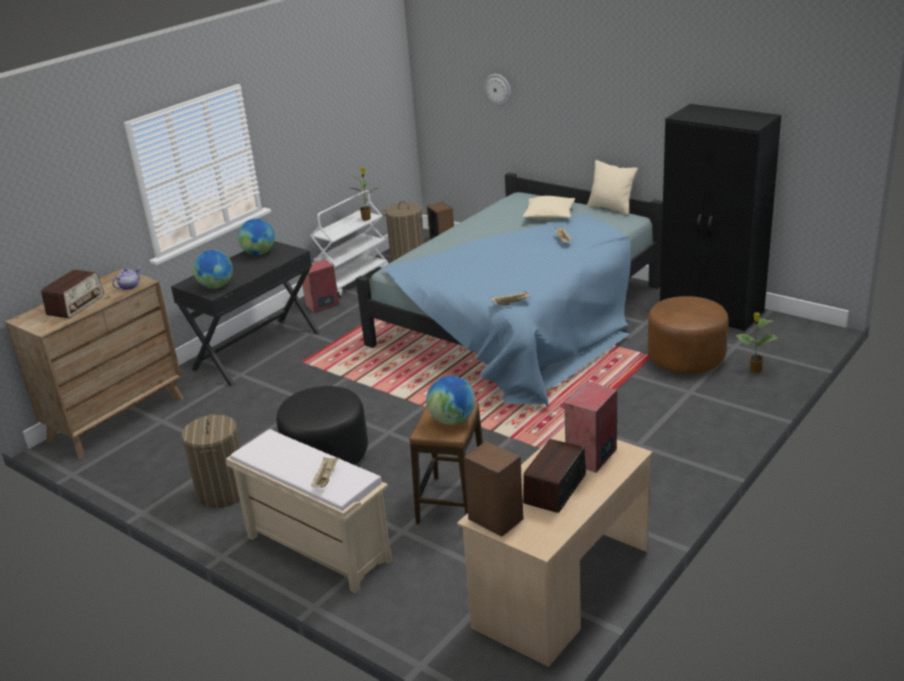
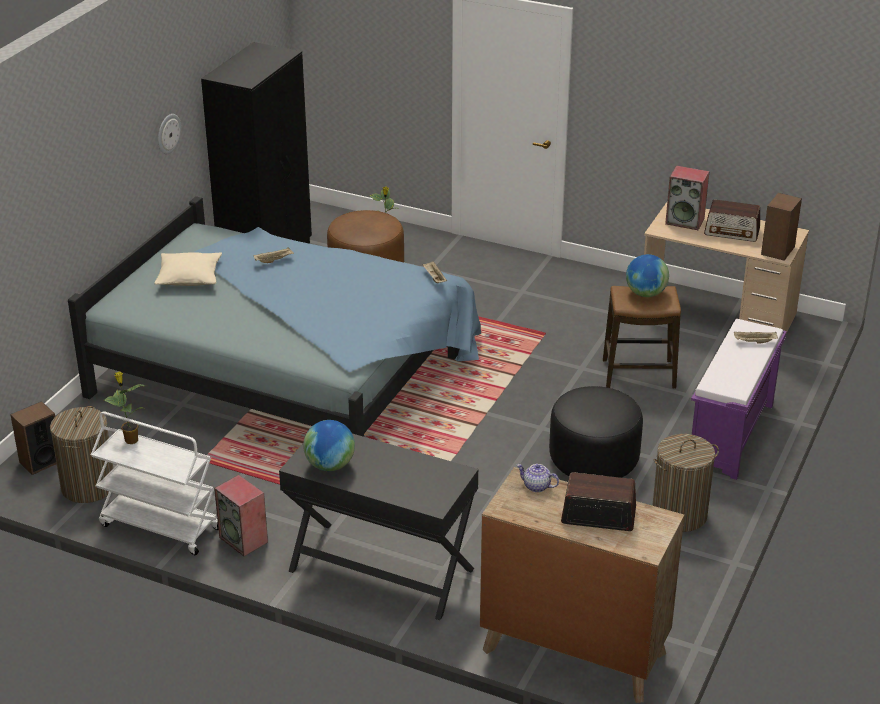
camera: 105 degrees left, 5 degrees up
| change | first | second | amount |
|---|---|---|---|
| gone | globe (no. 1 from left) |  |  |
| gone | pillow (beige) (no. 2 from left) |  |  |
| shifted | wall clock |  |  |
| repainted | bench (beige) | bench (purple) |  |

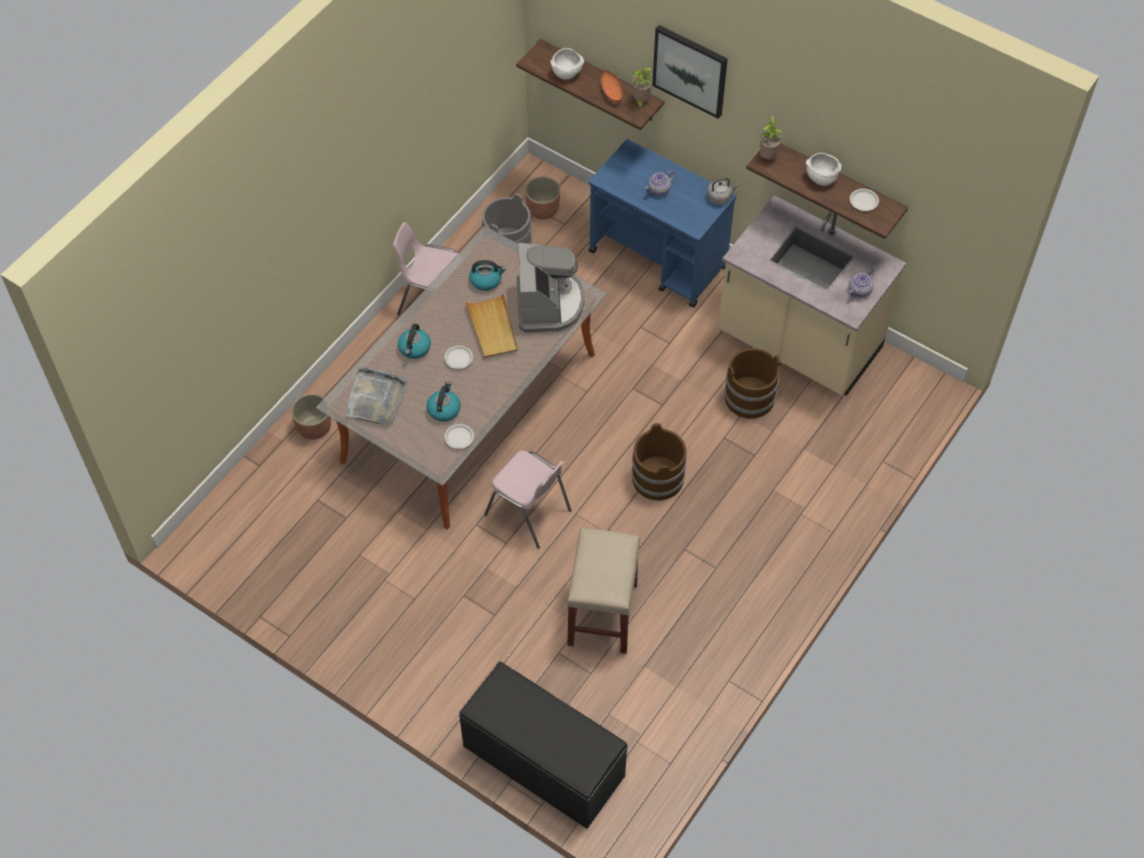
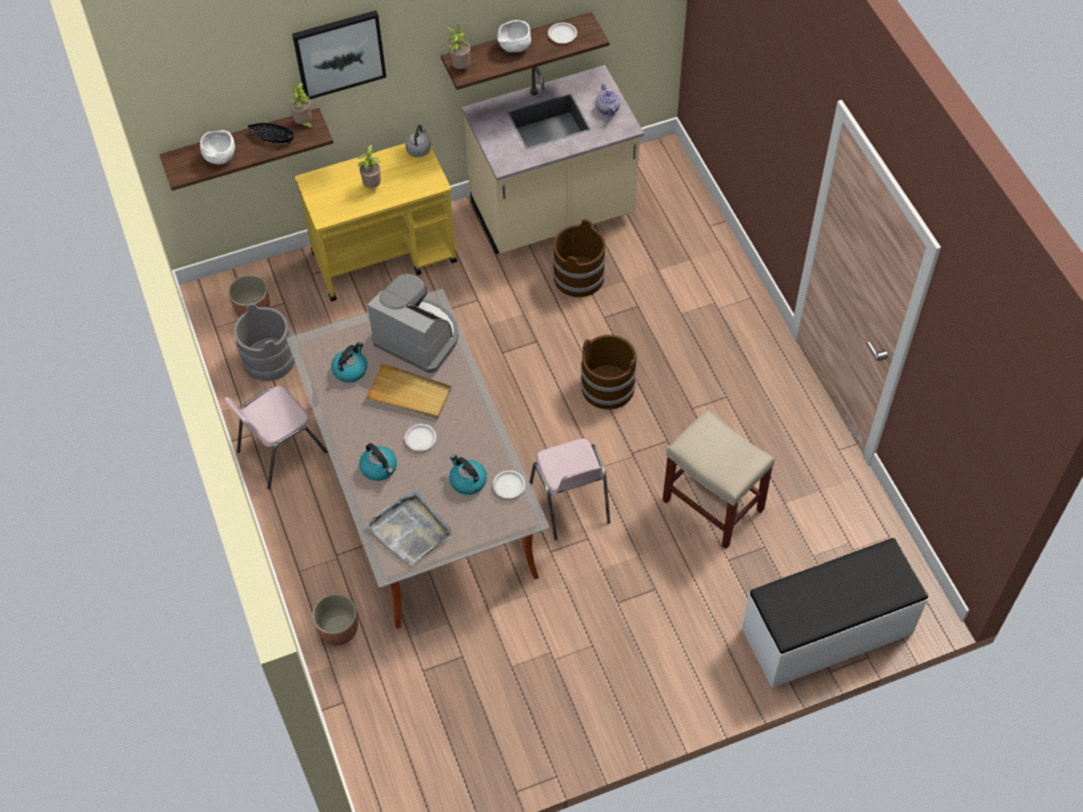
camera: 55 degrees left, 0 degrees up
| change | first | second | amount |
|---|---|---|---|
| swapped | teapot (no. 1 from left) | potted plant (no. 2 from left) |  |
| repainted | bench (black) | bench (white) |  |
| repainted | cart (blue) | cart (yellow) |  |
| repainted | bowl (orange) | bowl (black) |  |
| rotated | chair (pink) (no. 2 from left) |  | 90 degrees clockwise |

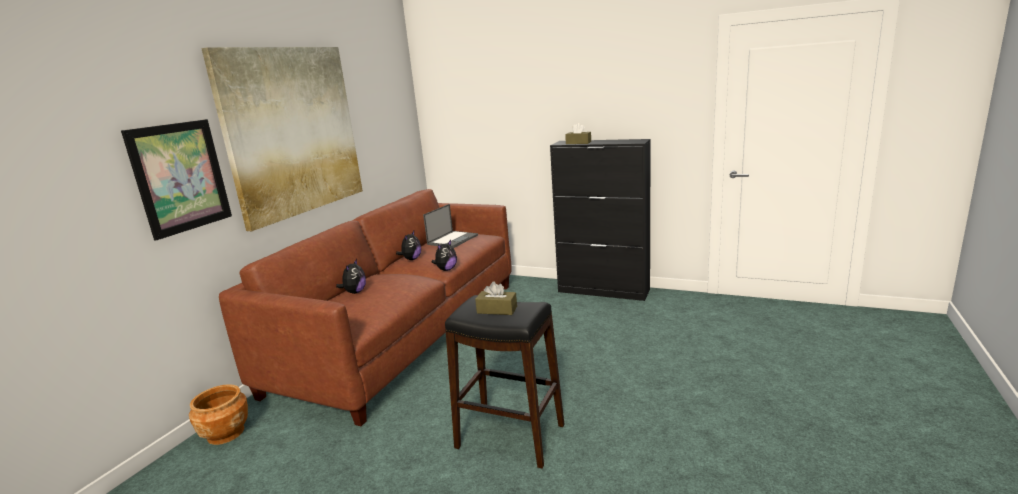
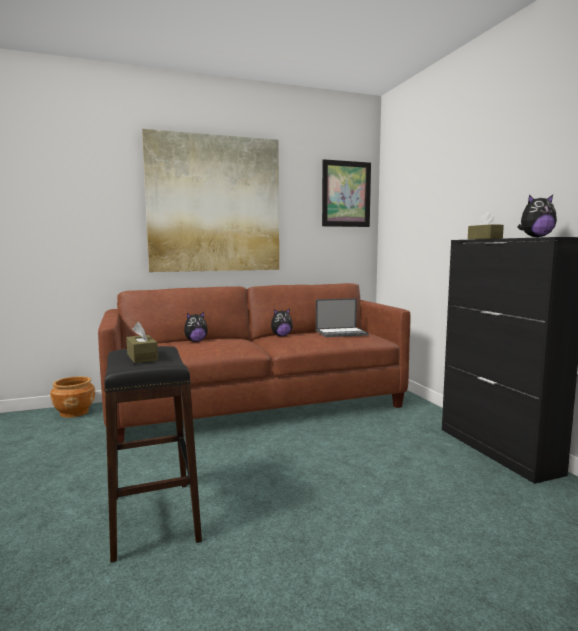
camera: 45 degrees right, 10 degrees down
| change | first | second | amount |
|---|---|---|---|
| shifted | picture (no. 1 from left in the first image) | picture (no. 2 from left) |  |
| shifted | plush toy (no. 3 from left) |  |  |

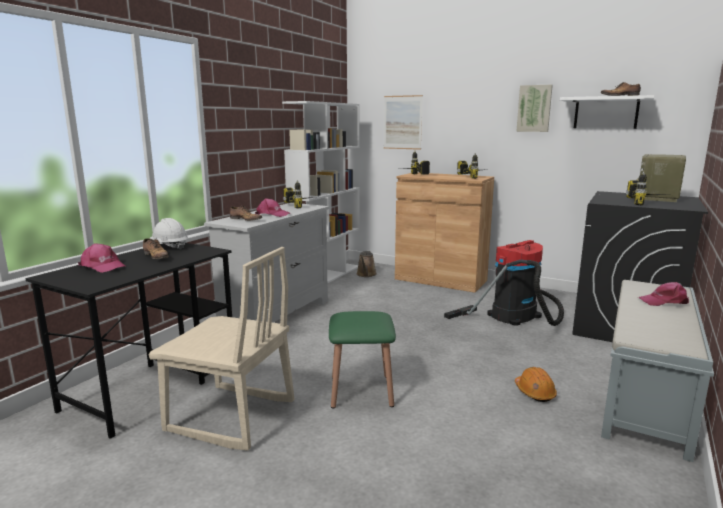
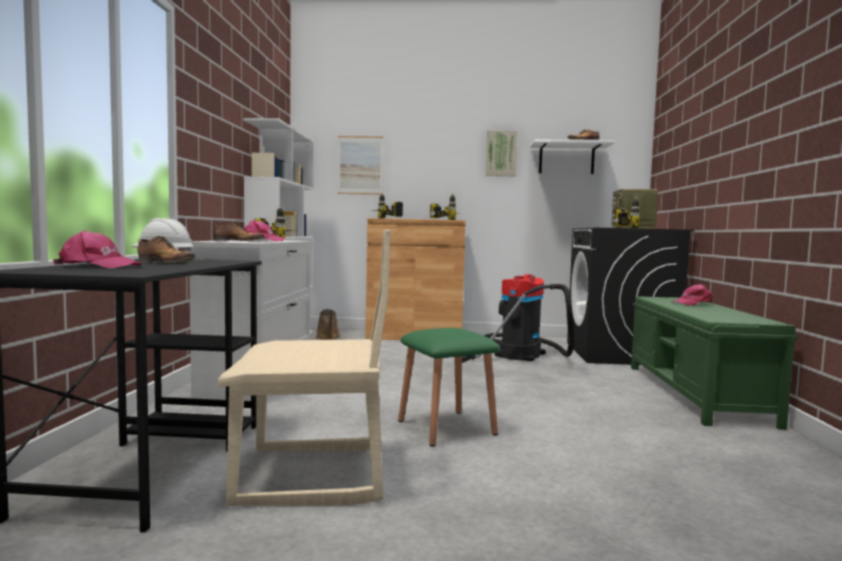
camera: 25 degrees left, 10 degrees down
| change | first | second | amount |
|---|---|---|---|
| gone | hard hat (orange) |  |  |
| repainted | bench (grey) | bench (green) |  |

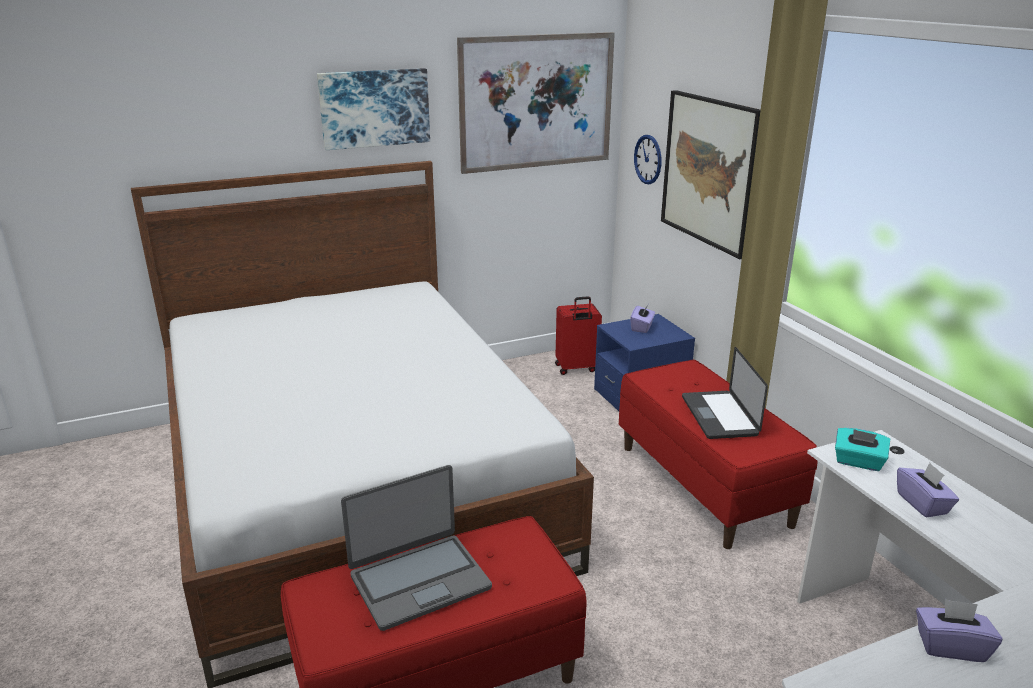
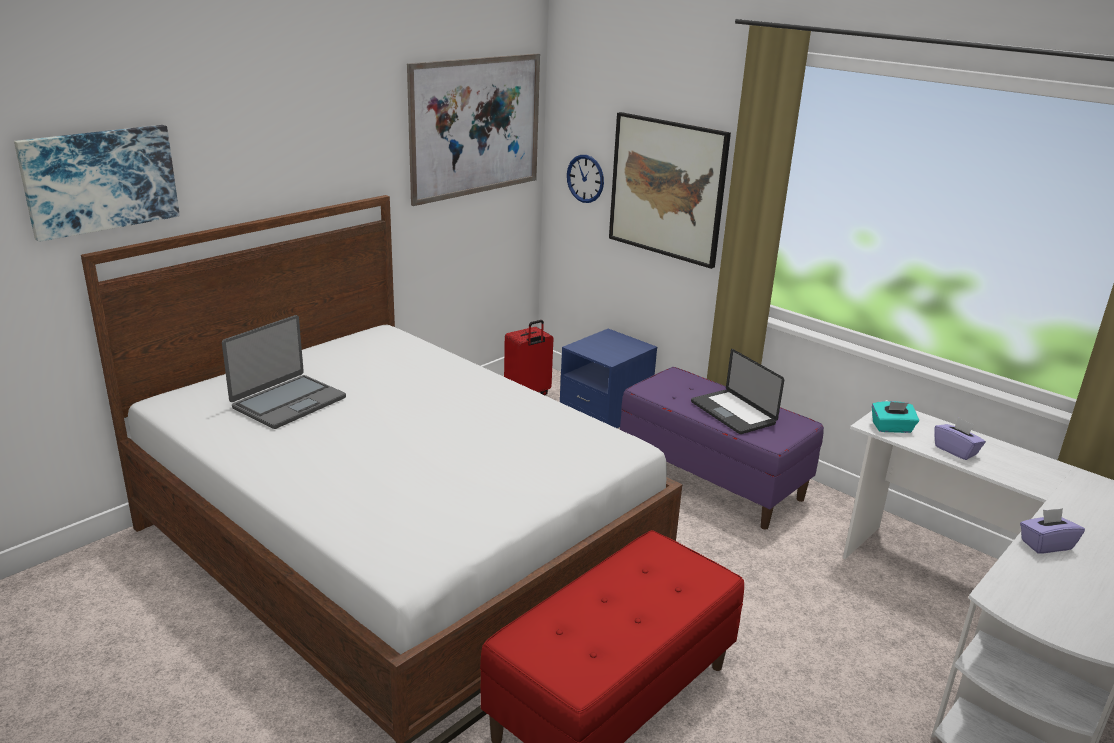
camera: 25 degrees left, 0 degrees up
| change | first | second | amount |
|---|---|---|---|
| gone | tissue box (purple) (no. 1 from left) |  |  |
| shifted | picture (no. 1 from left) |  |  |
| shifted | laptop (no. 1 from left) |  |  |
| repainted | bench (red) (no. 2 from left) | bench (purple) |  |

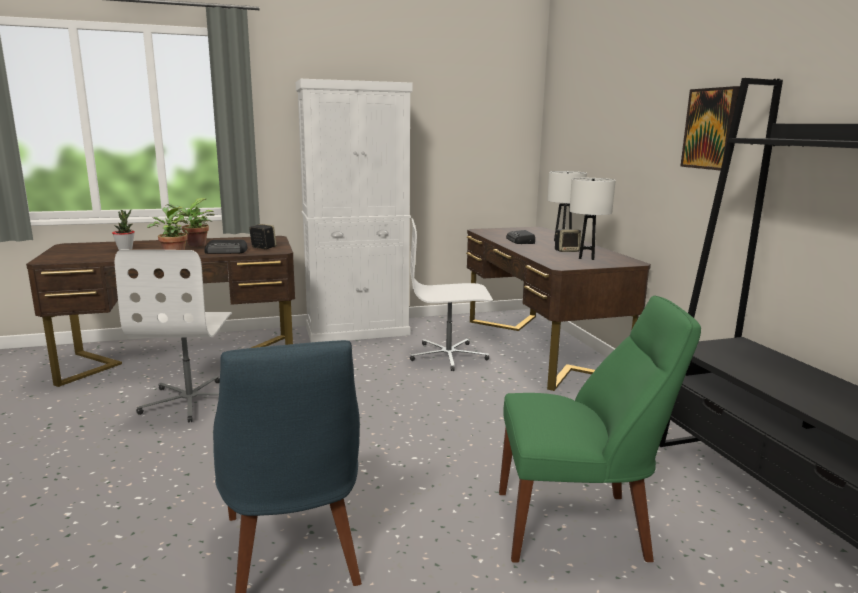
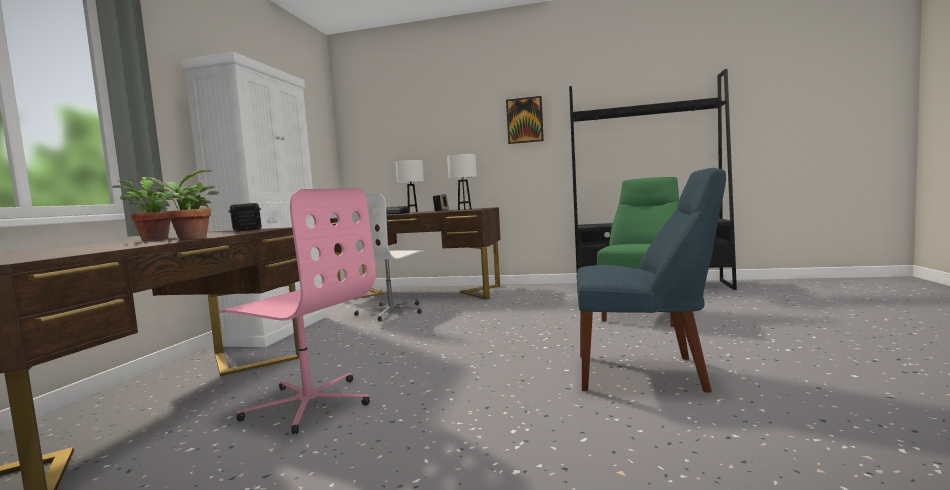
camera: 60 degrees left, 10 degrees down
| change | first | second | amount |
|---|---|---|---|
| gone | potted plant (no. 1 from left) |  |  |
| gone | radio (no. 1 from left) |  |  |
| repainted | office chair (white) (no. 1 from left) | office chair (pink) |  |

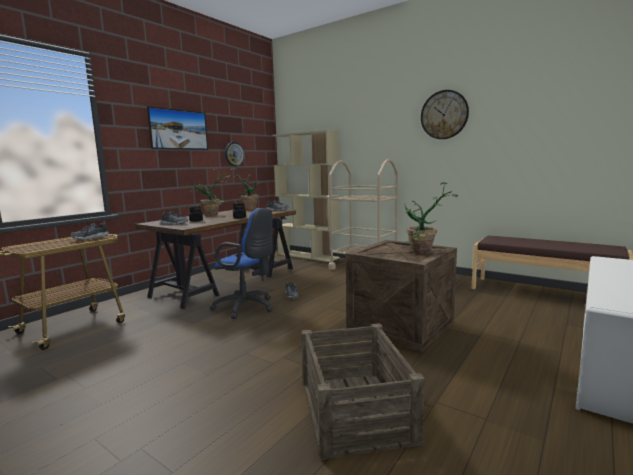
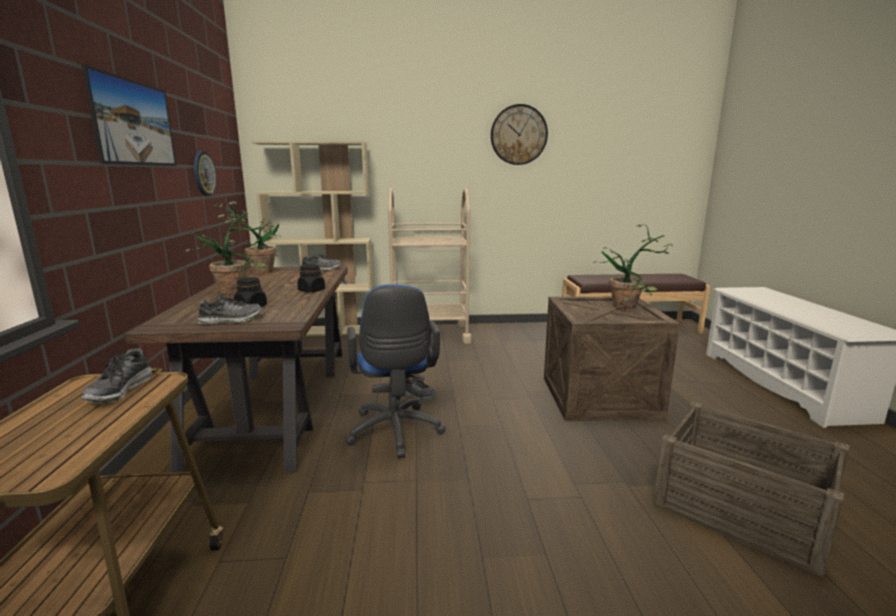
camera: 40 degrees left, 5 degrees up
| change | first | second | amount |
|---|---|---|---|
| rotated | office chair (blue) |  | 90 degrees clockwise |

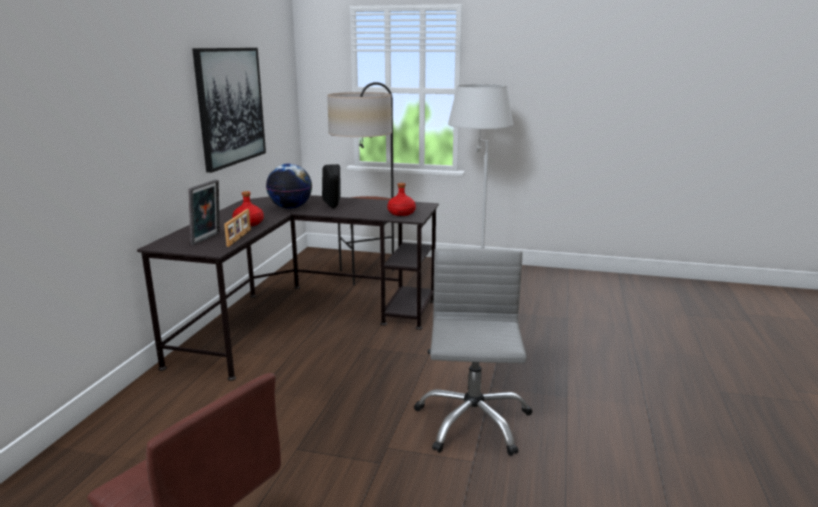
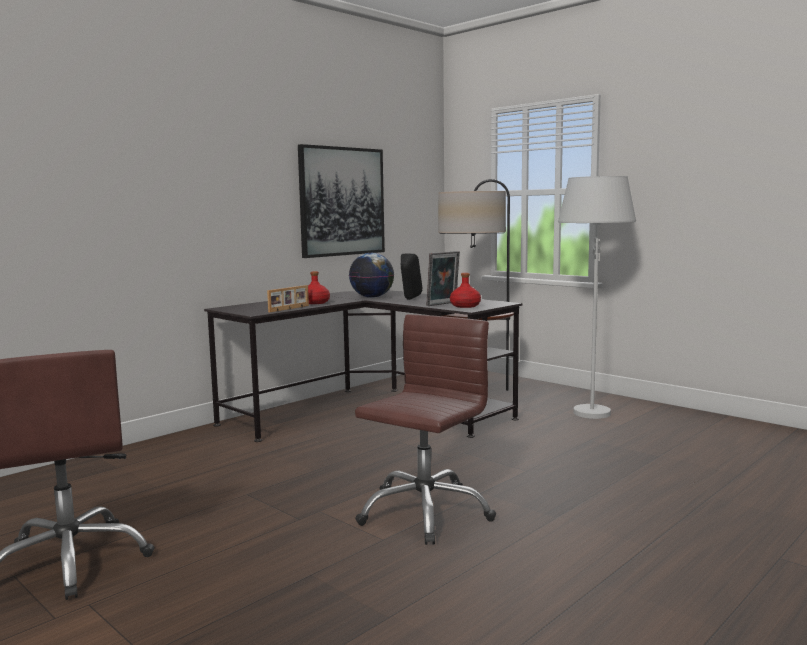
camera: 30 degrees right, 10 degrees down
| change | first | second | amount |
|---|---|---|---|
| shifted | picture frame (no. 1 from left in the first image) | picture frame (no. 2 from left) |  |
| repainted | office chair (grey) | office chair (brown) (no. 2 from left) |  |

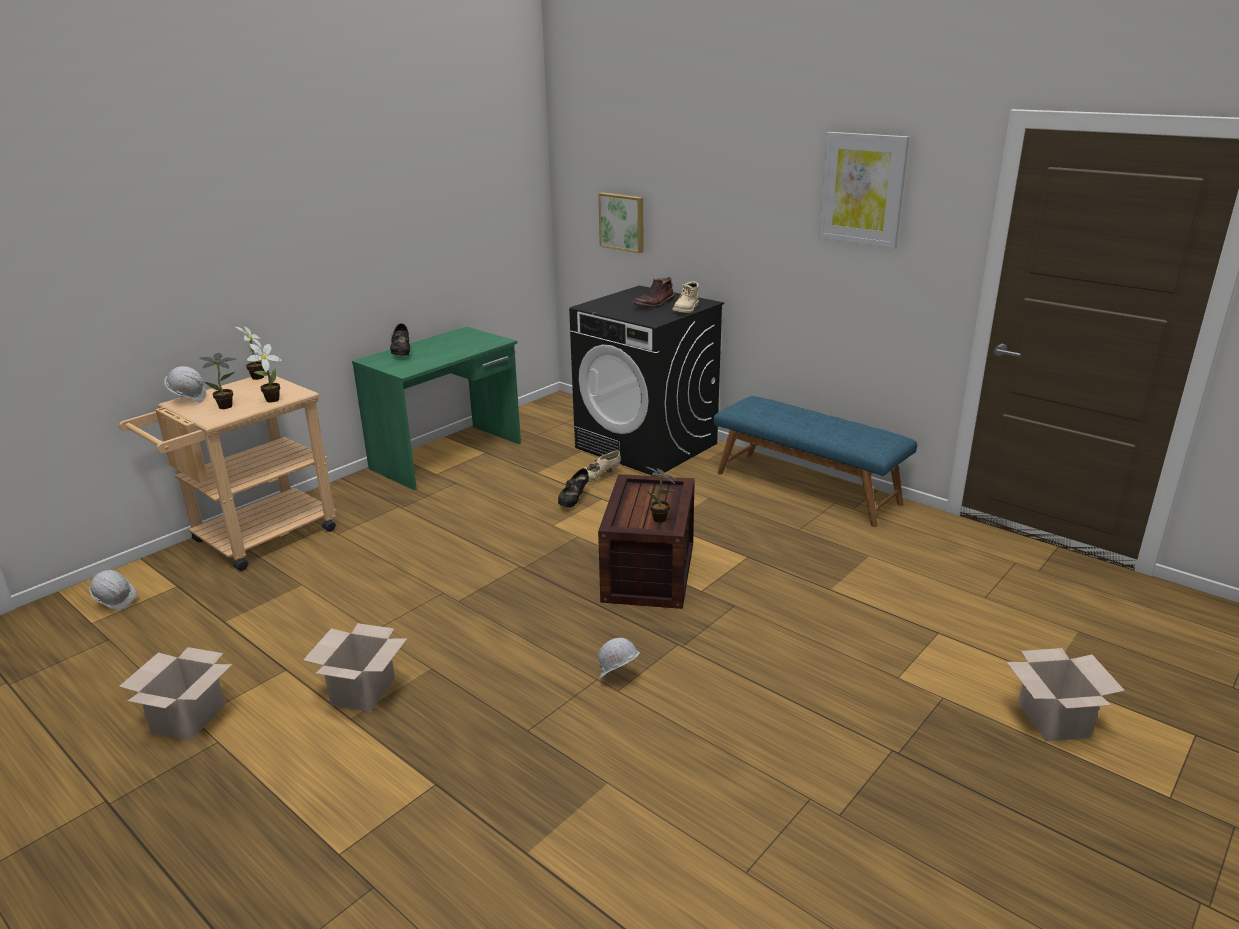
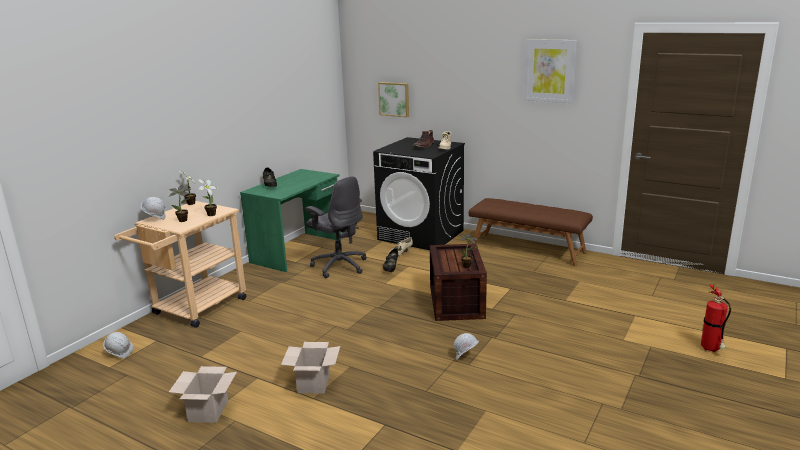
camera: 10 degrees left, 5 degrees down
| change | first | second | amount |
|---|---|---|---|
| new |  | office chair (grey) |  |
| swapped | cardboard box (no. 3 from left) | fire extinguisher |  |
| repainted | bench (blue) | bench (brown) |  |

